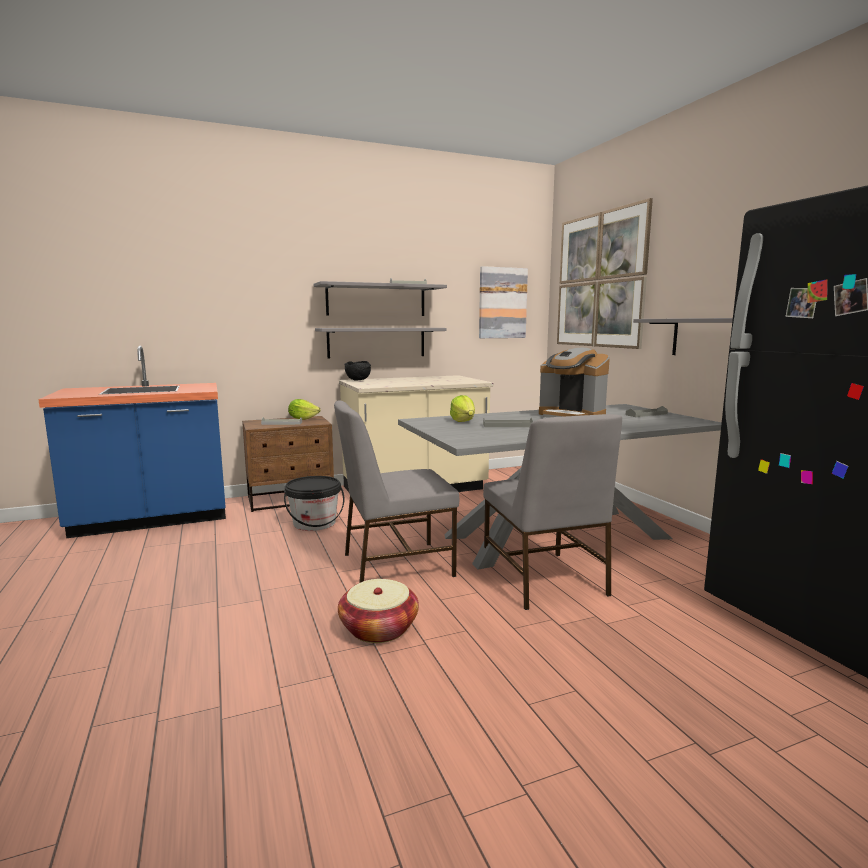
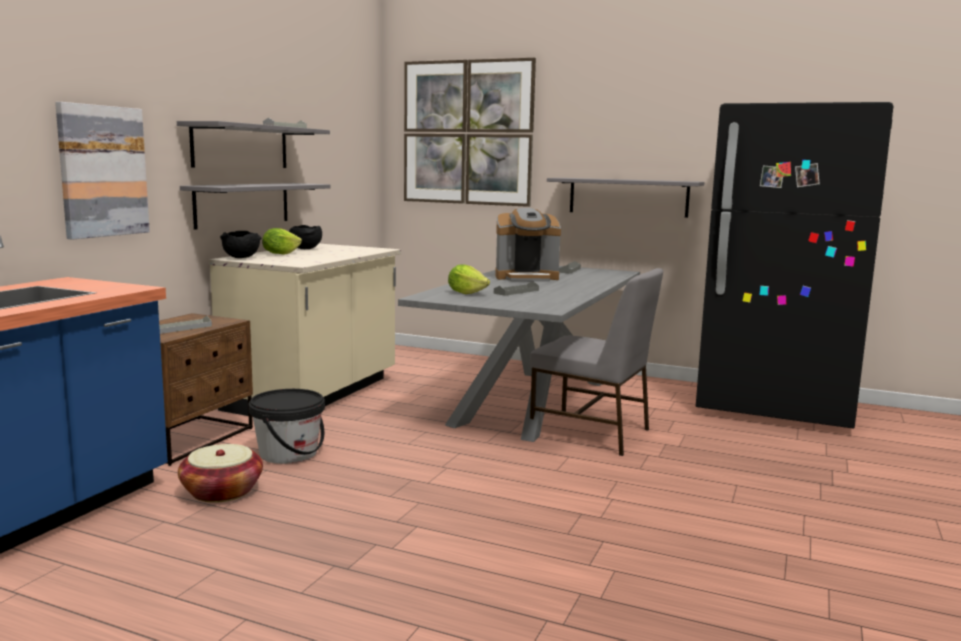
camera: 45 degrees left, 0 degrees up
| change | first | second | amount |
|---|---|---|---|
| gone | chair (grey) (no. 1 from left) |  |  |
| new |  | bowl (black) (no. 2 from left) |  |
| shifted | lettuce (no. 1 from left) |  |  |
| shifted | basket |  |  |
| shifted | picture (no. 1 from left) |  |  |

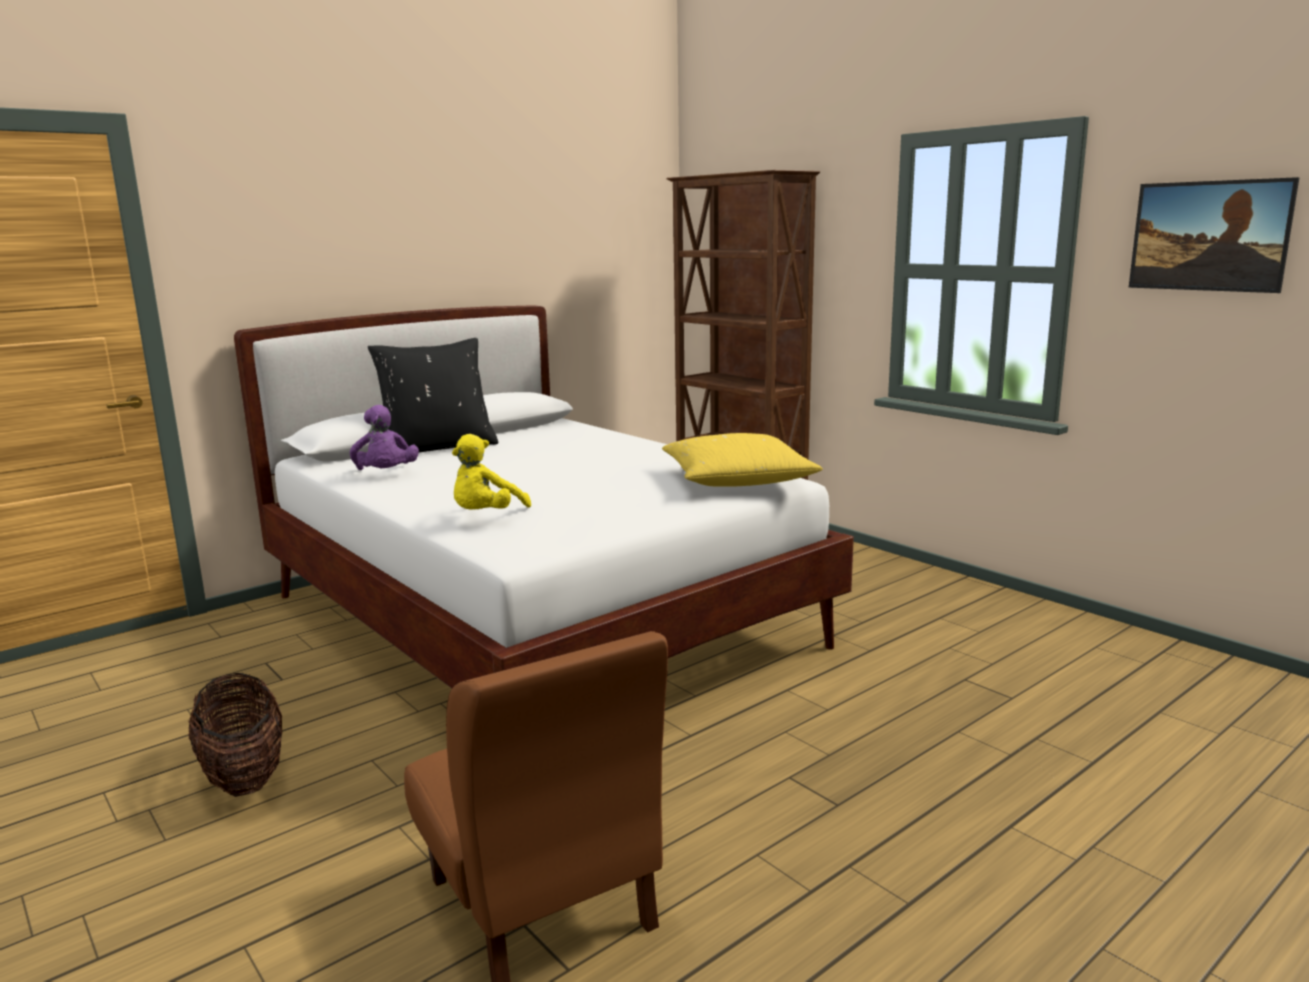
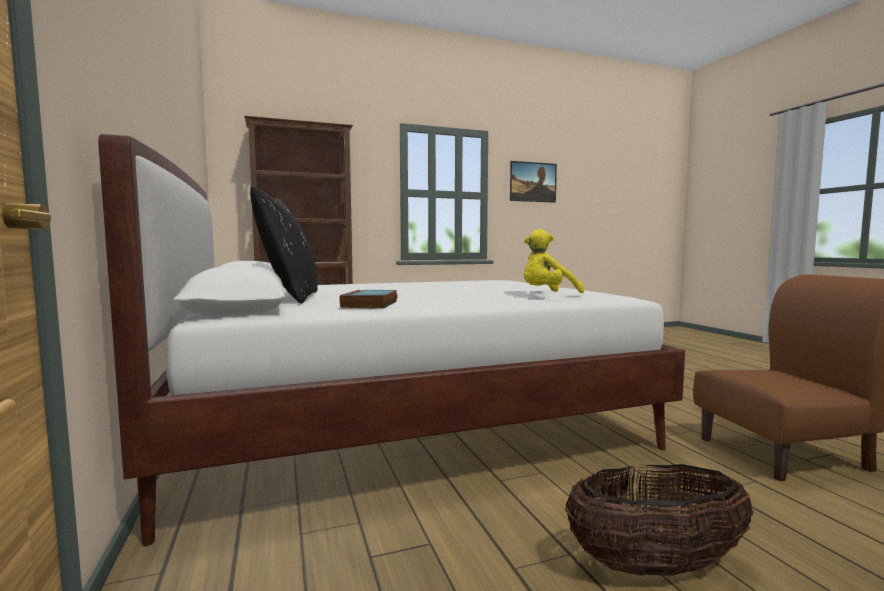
camera: 70 degrees left, 10 degrees down
| change | first | second | amount |
|---|---|---|---|
| gone | pillow (yellow) |  |  |
| swapped | plush toy (purple) | book |  |
| rotated | plush toy (yellow) |  | 105 degrees clockwise |

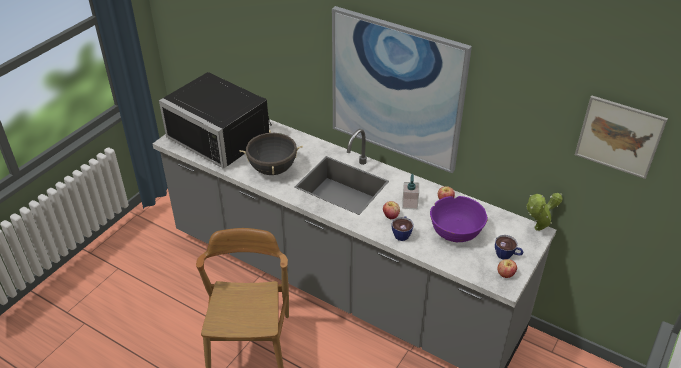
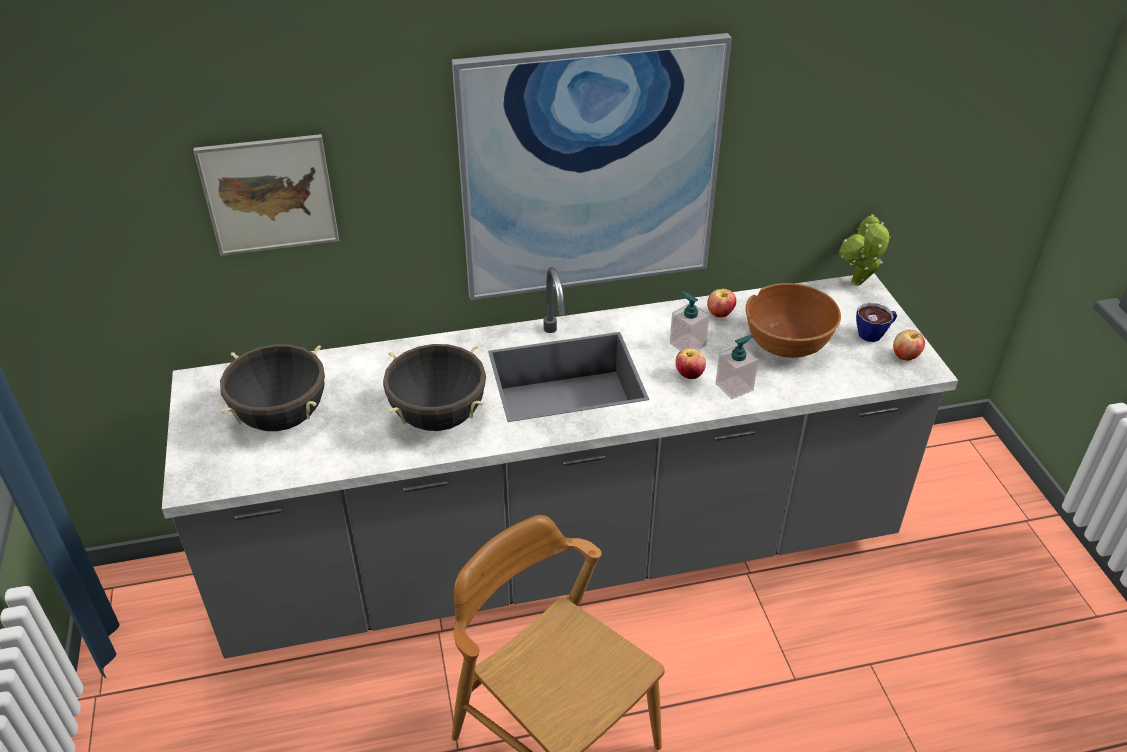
camera: 45 degrees left, 0 degrees up
| change | first | second | amount |
|---|---|---|---|
| shifted | picture (no. 2 from left in the first image) | picture (no. 1 from left) |  |
| swapped | microwave (black) | cooking pot (black) (no. 1 from left) |  |
| swapped | cup (no. 1 from left) | soap dispenser (no. 2 from left) |  |
| repainted | bowl (purple) | bowl (brown) |  |

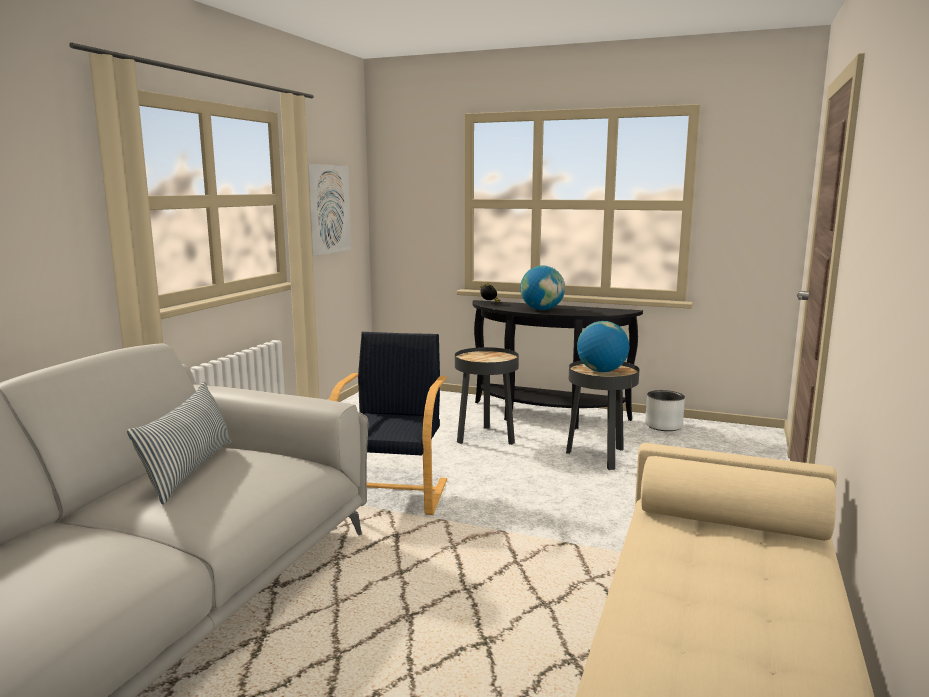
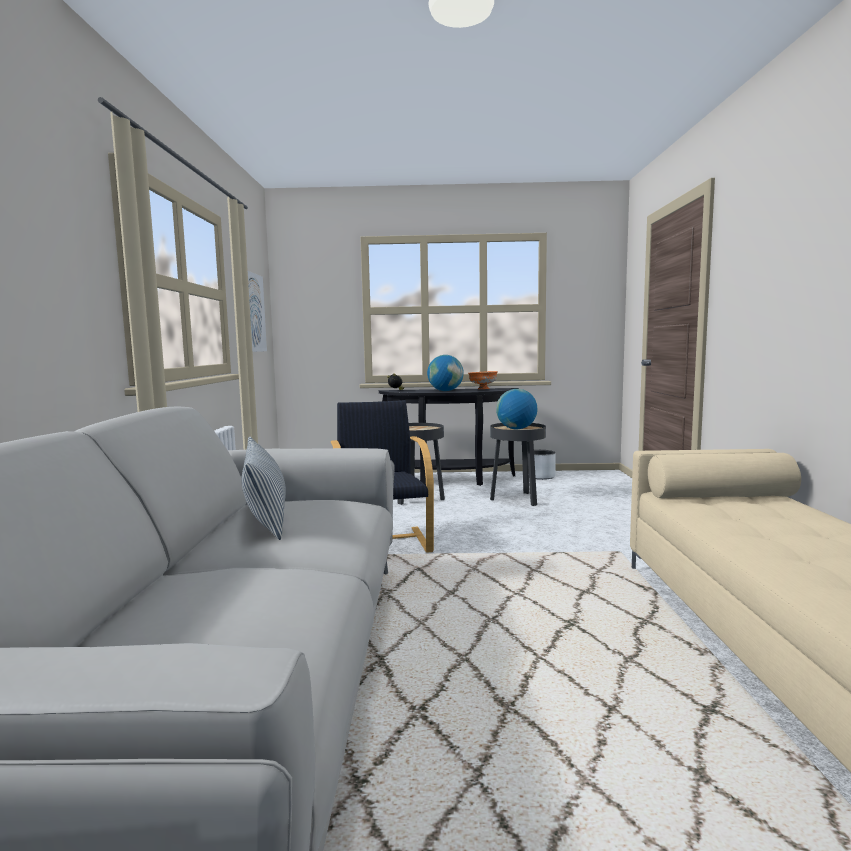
camera: 20 degrees left, 5 degrees down
| change | first | second | amount |
|---|---|---|---|
| new |  | bowl (orange) |  |

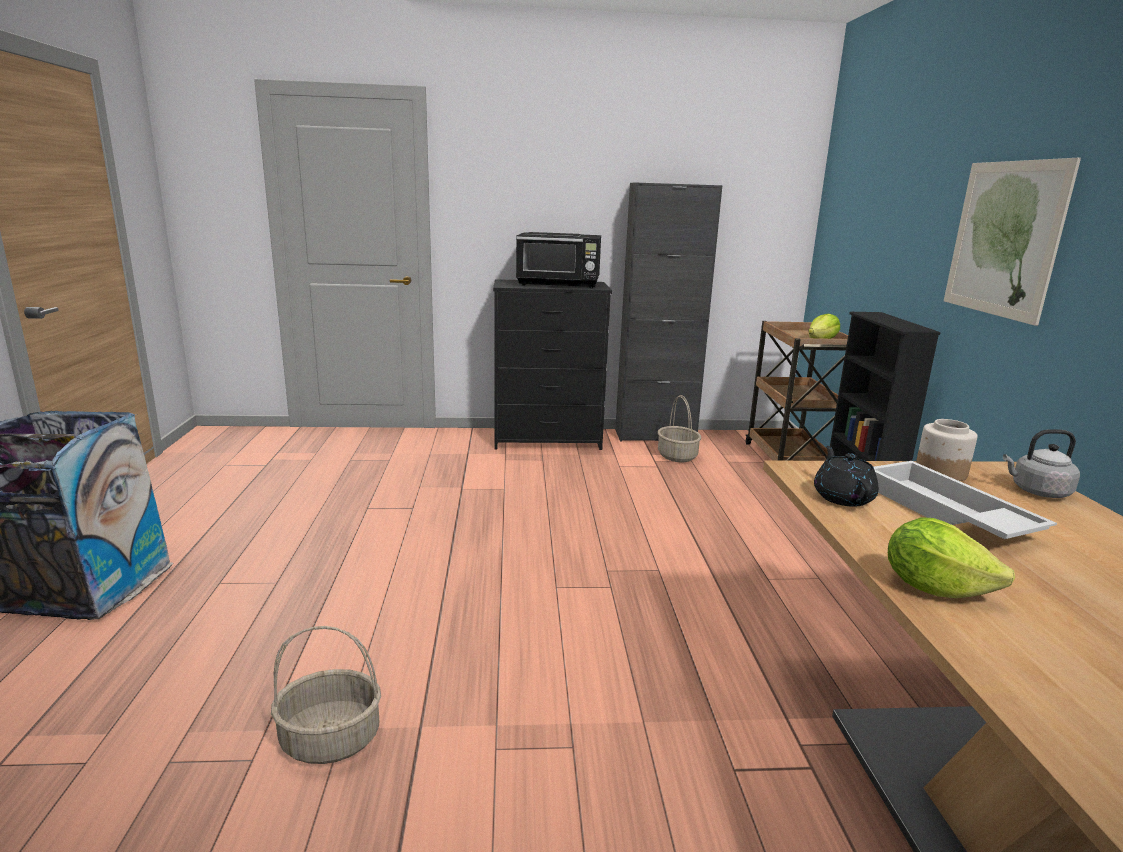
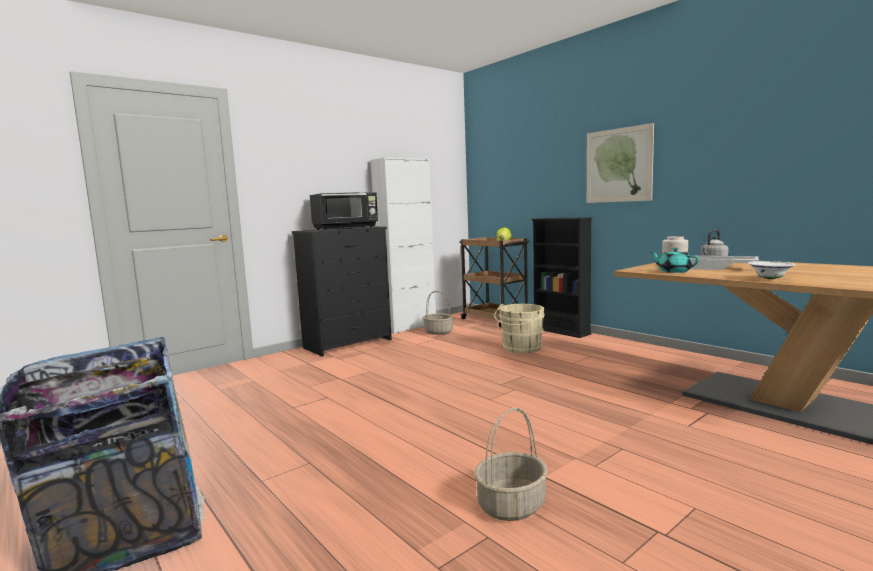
camera: 35 degrees left, 10 degrees down
| change | first | second | amount |
|---|---|---|---|
| new |  | bucket (beige) |  |
| swapped | lettuce (no. 2 from left) | bowl (white) |  |
| repainted | cabinet (black) | cabinet (white) |  |
| repainted | teapot (black) | teapot (turquoise) |  |

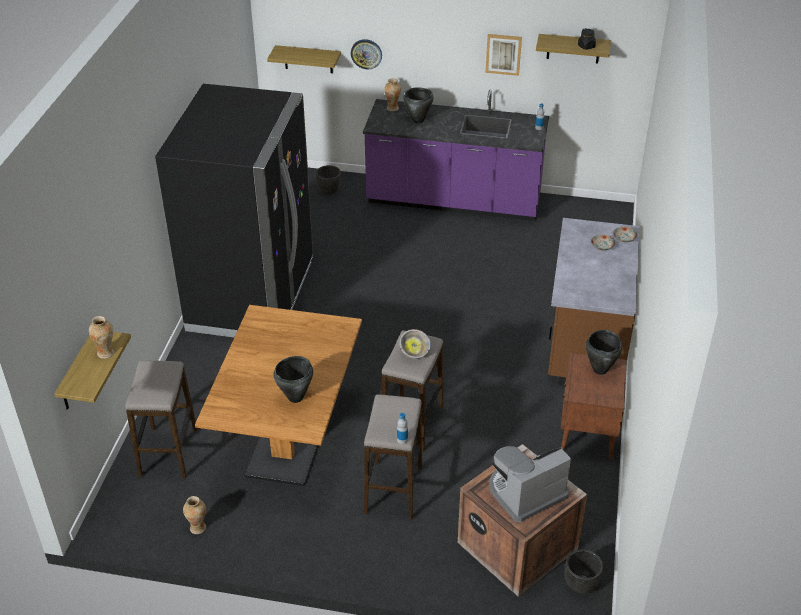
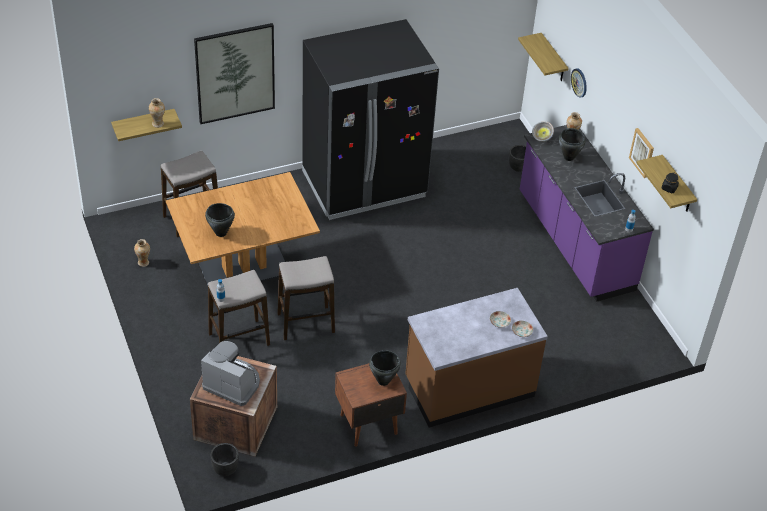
camera: 55 degrees right, 5 degrees up
| change | first | second | amount |
|---|---|---|---|
| new |  | picture (no. 1 from left) |  |
| shifted | bowl |  |  |

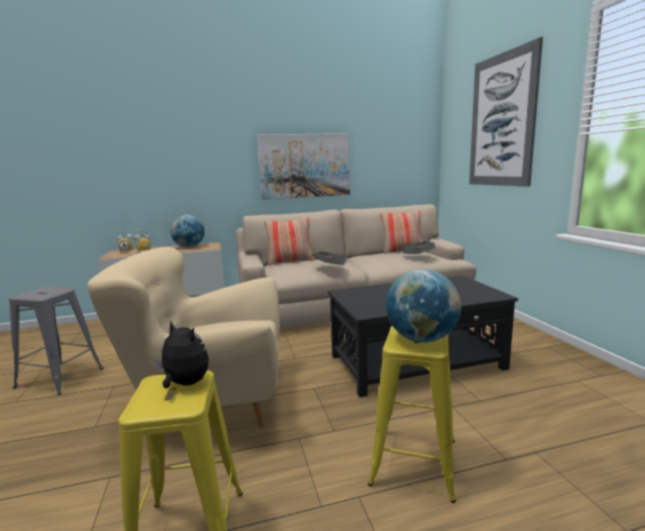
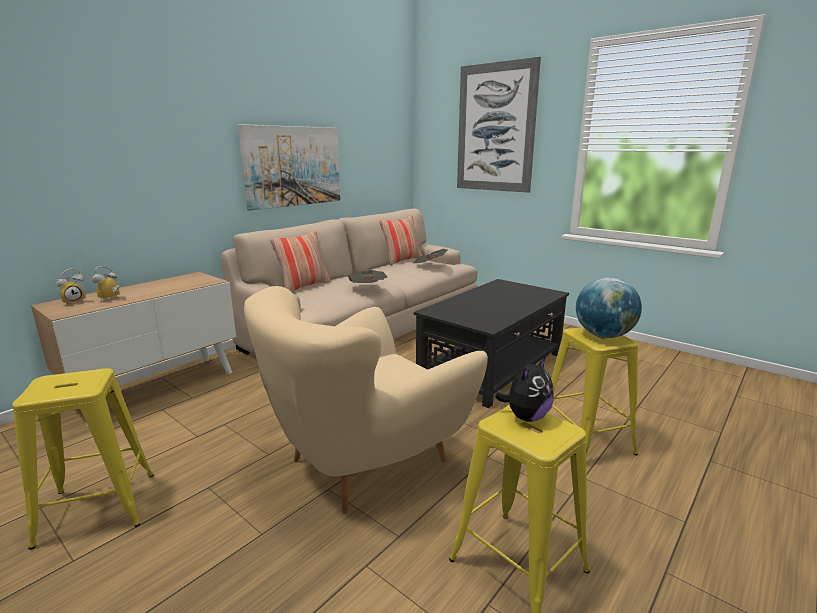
camera: 35 degrees left, 5 degrees up
| change | first | second | amount |
|---|---|---|---|
| gone | globe (no. 1 from left) |  |  |
| repainted | stool (grey) | stool (yellow) (no. 1 from left) |  |
| rotated | plush toy |  | 135 degrees clockwise |

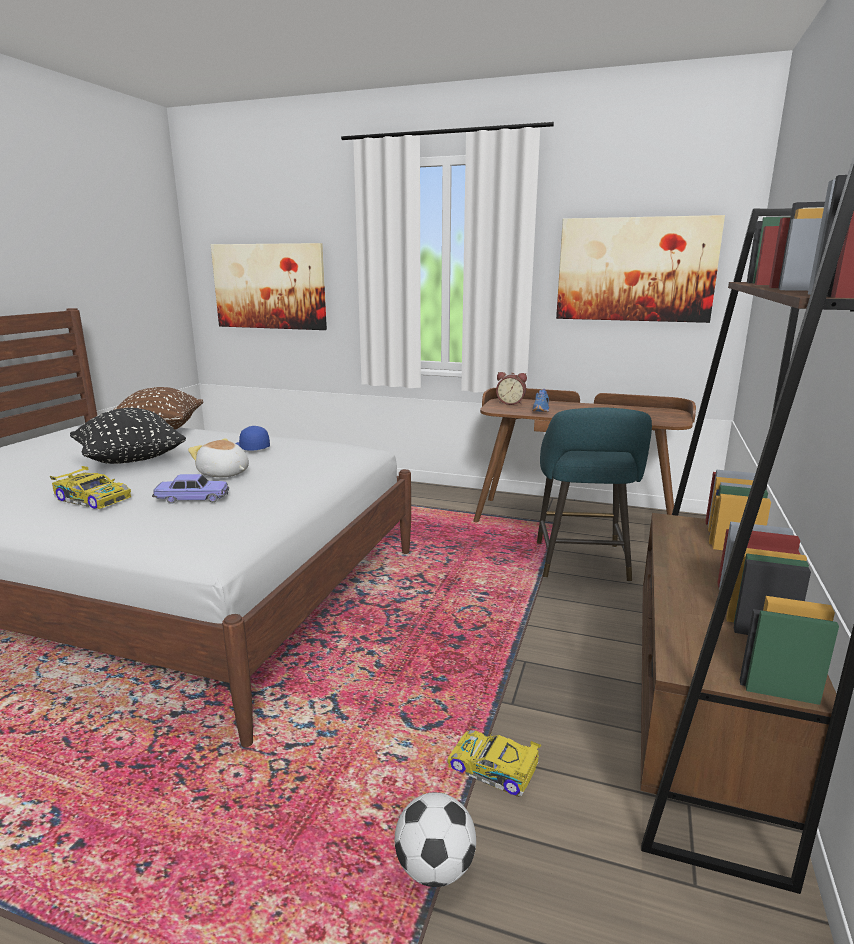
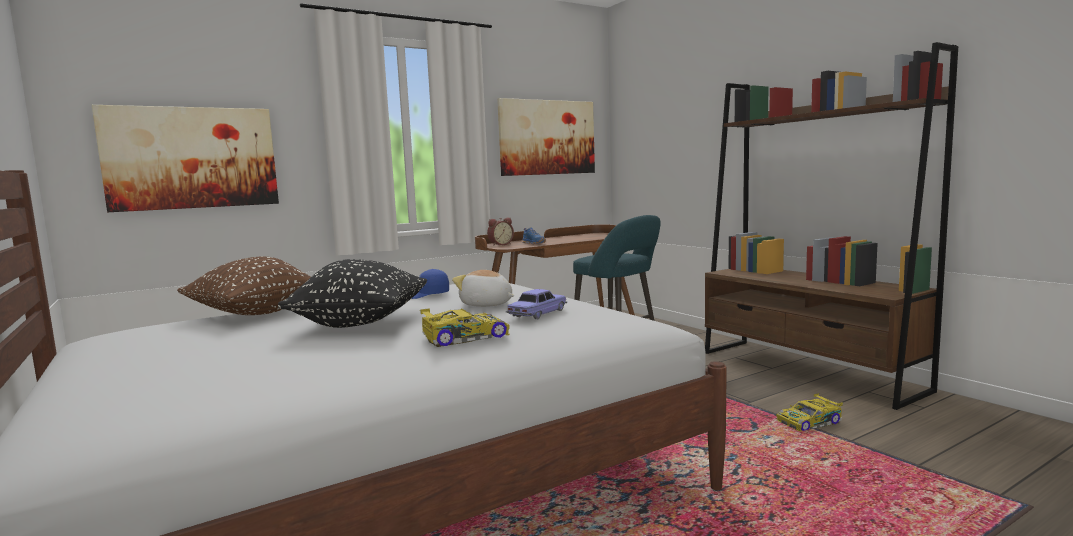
camera: 50 degrees left, 10 degrees down
| change | first | second | amount |
|---|---|---|---|
| gone | football |  |  |
| rotated | plush toy |  | 45 degrees clockwise |

